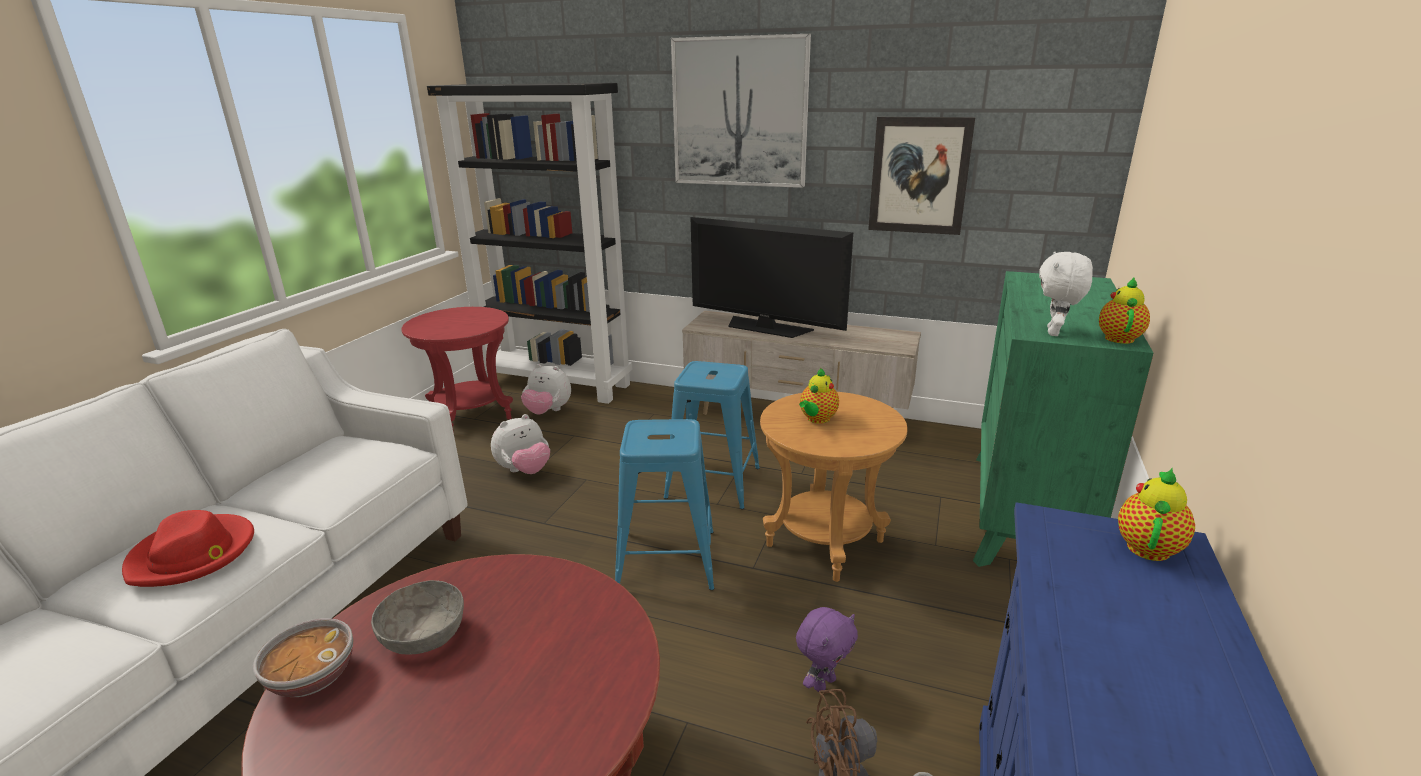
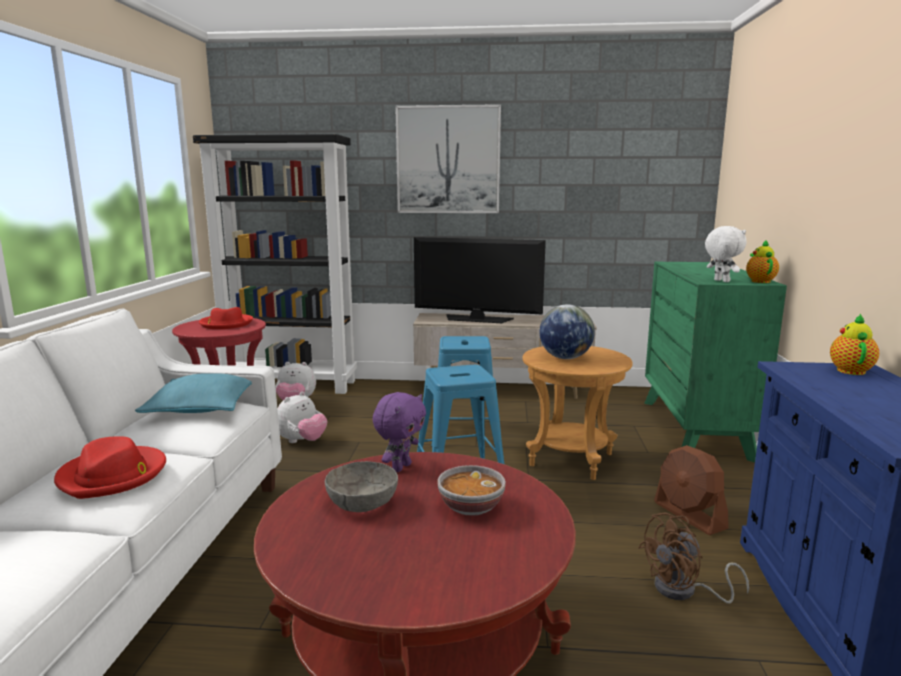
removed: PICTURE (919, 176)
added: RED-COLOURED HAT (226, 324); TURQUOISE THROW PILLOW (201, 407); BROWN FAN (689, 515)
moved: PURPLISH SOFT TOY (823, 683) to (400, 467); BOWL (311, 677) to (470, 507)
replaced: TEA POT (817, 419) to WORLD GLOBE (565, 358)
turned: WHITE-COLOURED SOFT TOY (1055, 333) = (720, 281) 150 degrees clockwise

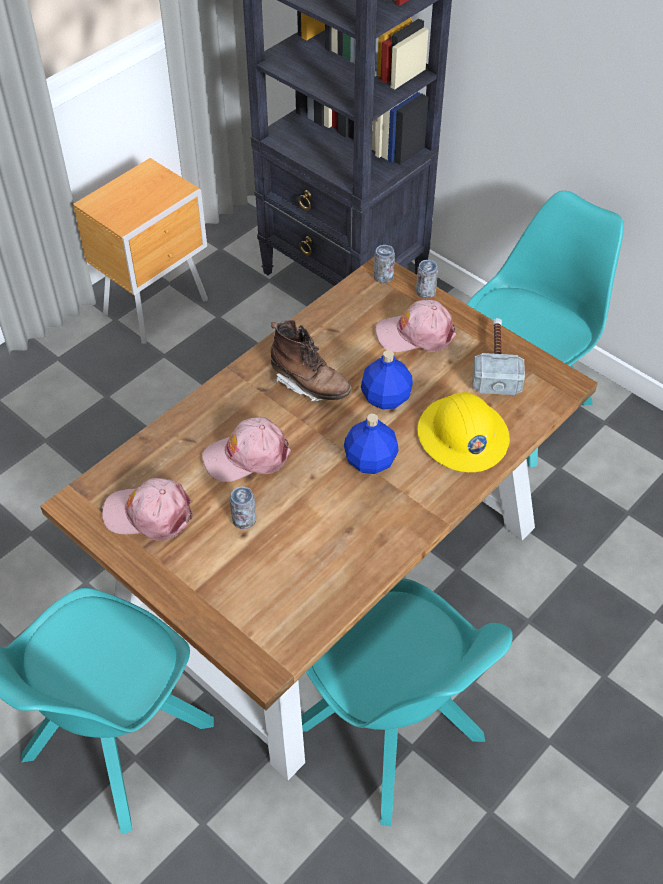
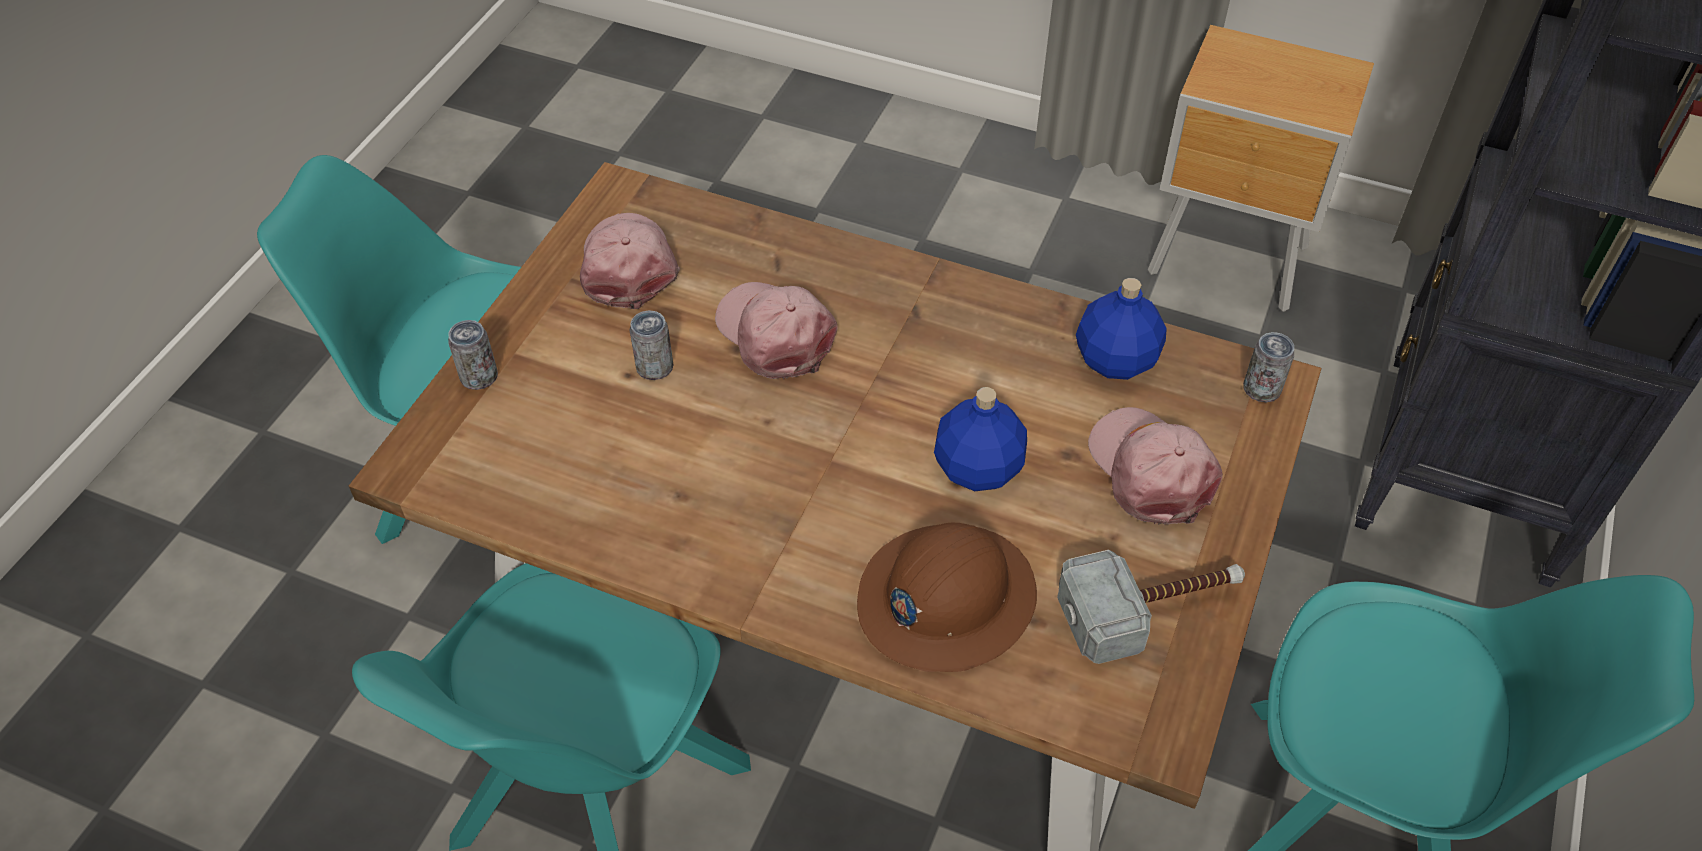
removed: BROWN HIGH-TOP BOOT (310, 385)
moved: METAL CAN (425, 292) to (479, 377); BLUE DRINK BOTTLE (370, 461) to (1114, 361)
recoloured: YELLOW-COLOURED WORK HELMET (462, 436) to BROWN WORK HELMET (945, 599)

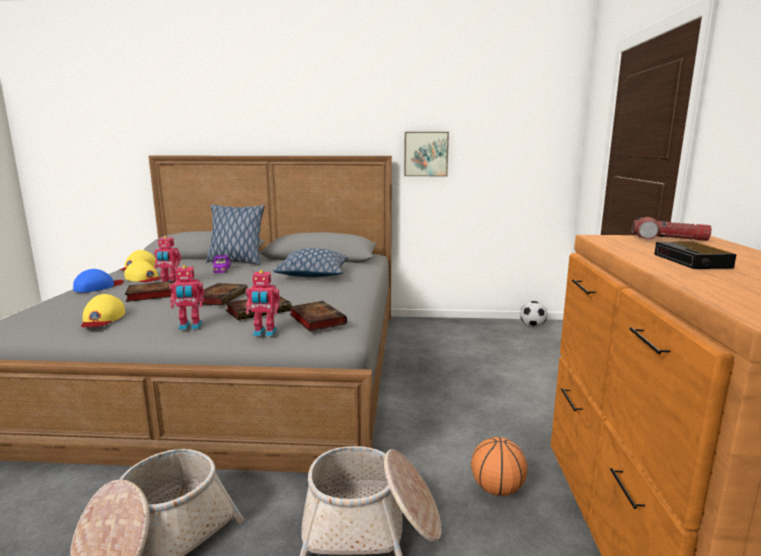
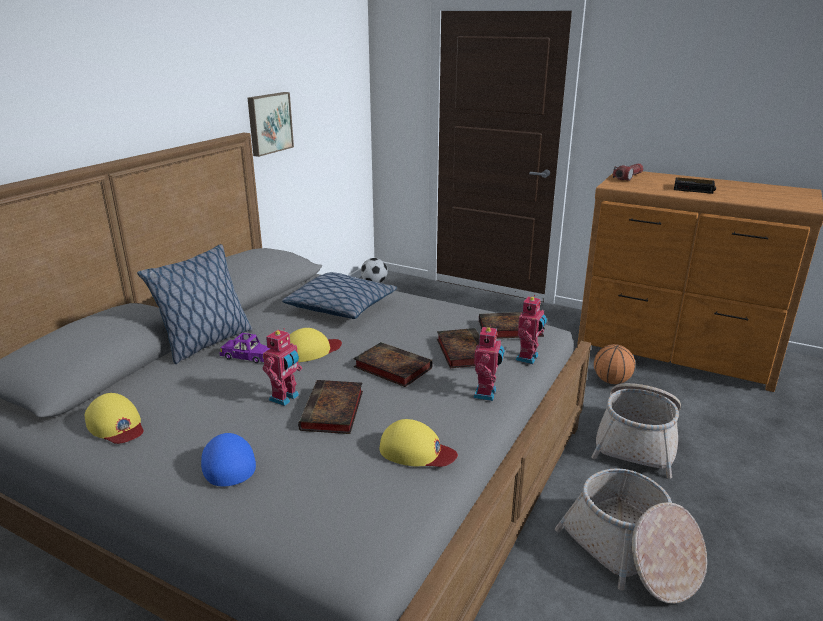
moved: YELLOW-COLOURED CAP (143, 278) to (311, 350)

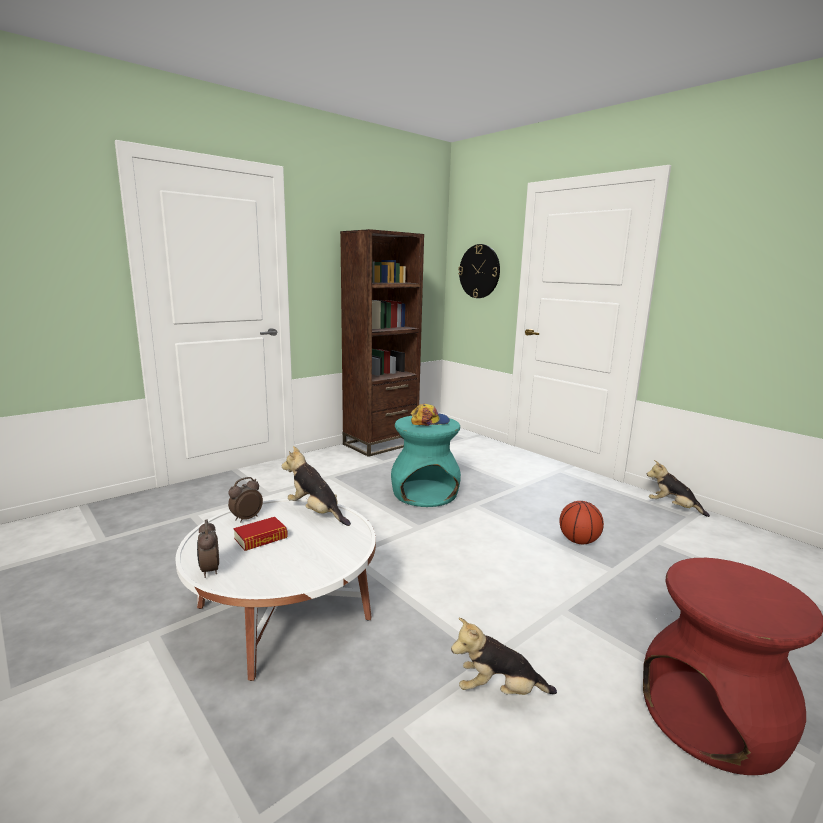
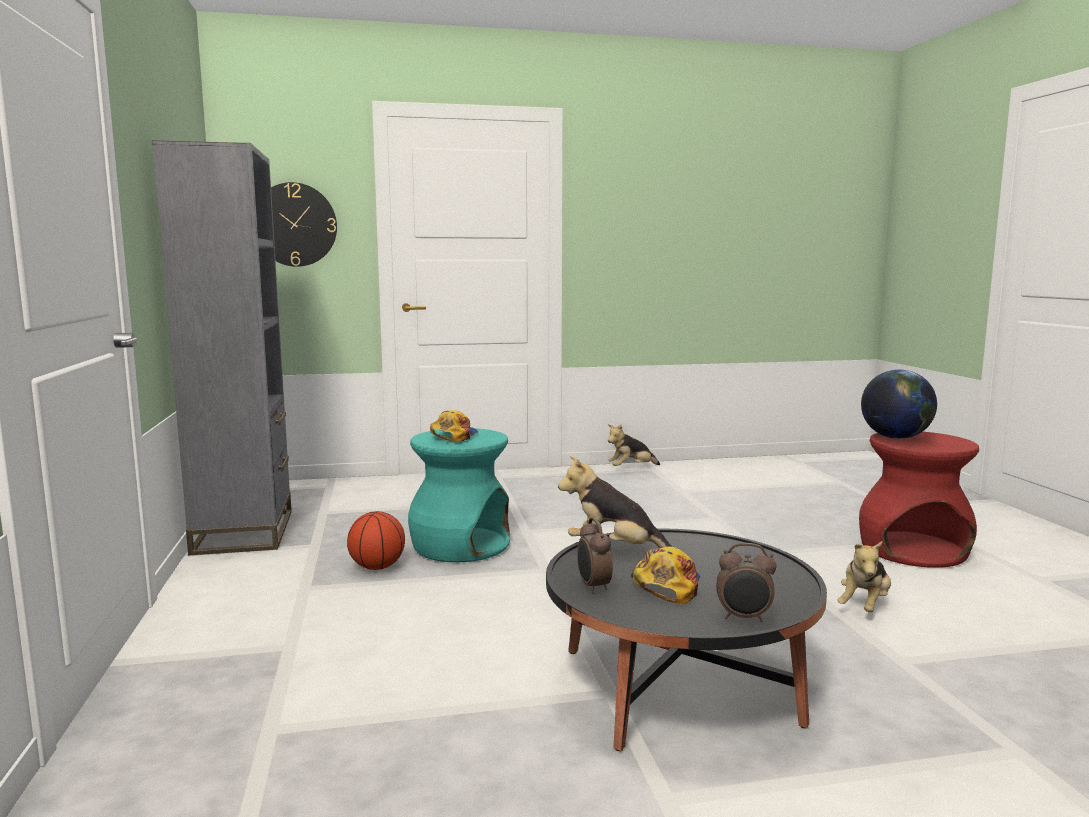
added: WORLD GLOBE (895, 437)
moved: BASKETBALL (579, 541) to (377, 567)
replaced: BOOK (261, 538) to CAP (666, 584)
recoloured: BROWN SHELVING UNIT (381, 444) to GRAY SHELVING UNIT (244, 532); WHITE-COLOURED LOUNGE TABLE (283, 613) to BLACKISH LOUNGE TABLE (678, 686)
turned: SOFT TOY (316, 512) = (615, 549) 45 degrees clockwise

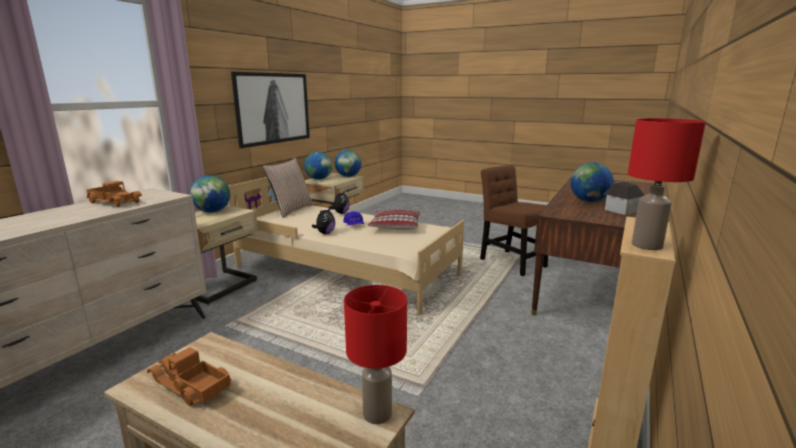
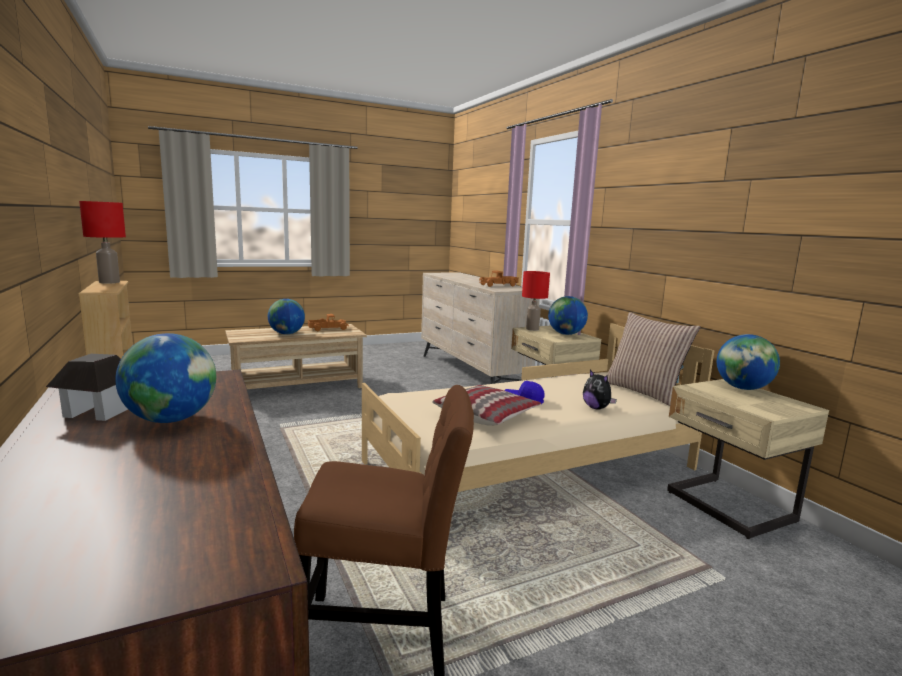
removed: PICTURE (273, 108); SOFT TOY (325, 233)
moved: WORLD GLOBE (348, 176) to (286, 334); RED-COLOURED LAMP FOR A TABLE (377, 413) to (533, 329)

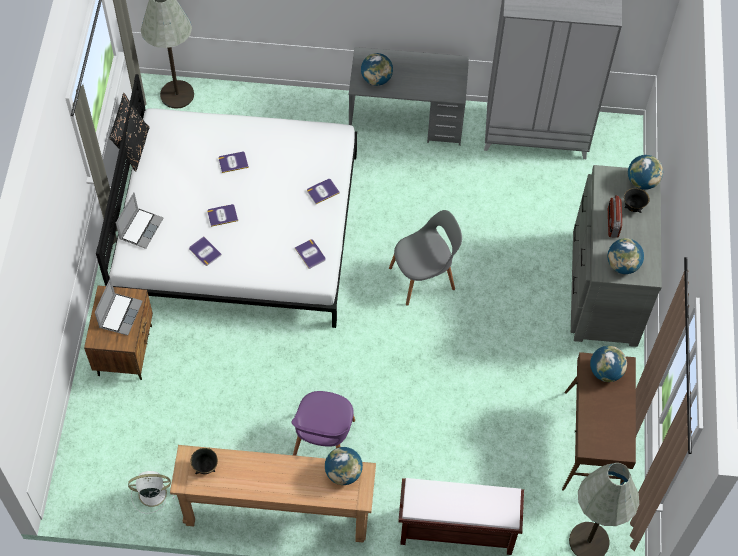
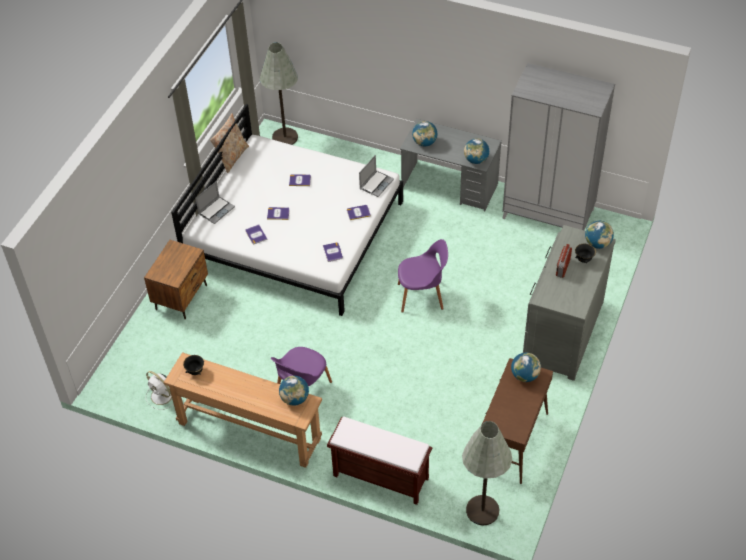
moved: WORLD GLOBE (622, 265) to (476, 160); LAPTOP (120, 314) to (376, 184)
recoloured: BLACKISH THROW PILLOW (133, 147) to SAND-COLOURED THROW PILLOW (232, 157); GRAY CHAIR (424, 277) to PURPLISH CHAIR (422, 296)
turned: WHITE-COLOURED FAN (151, 493) = (162, 396) 150 degrees counterclockwise

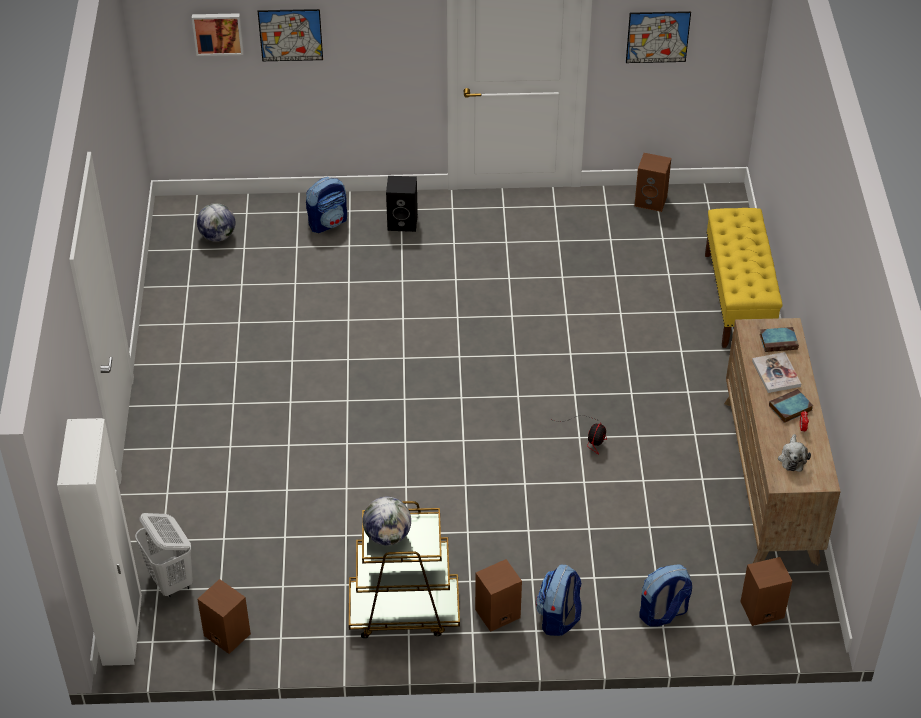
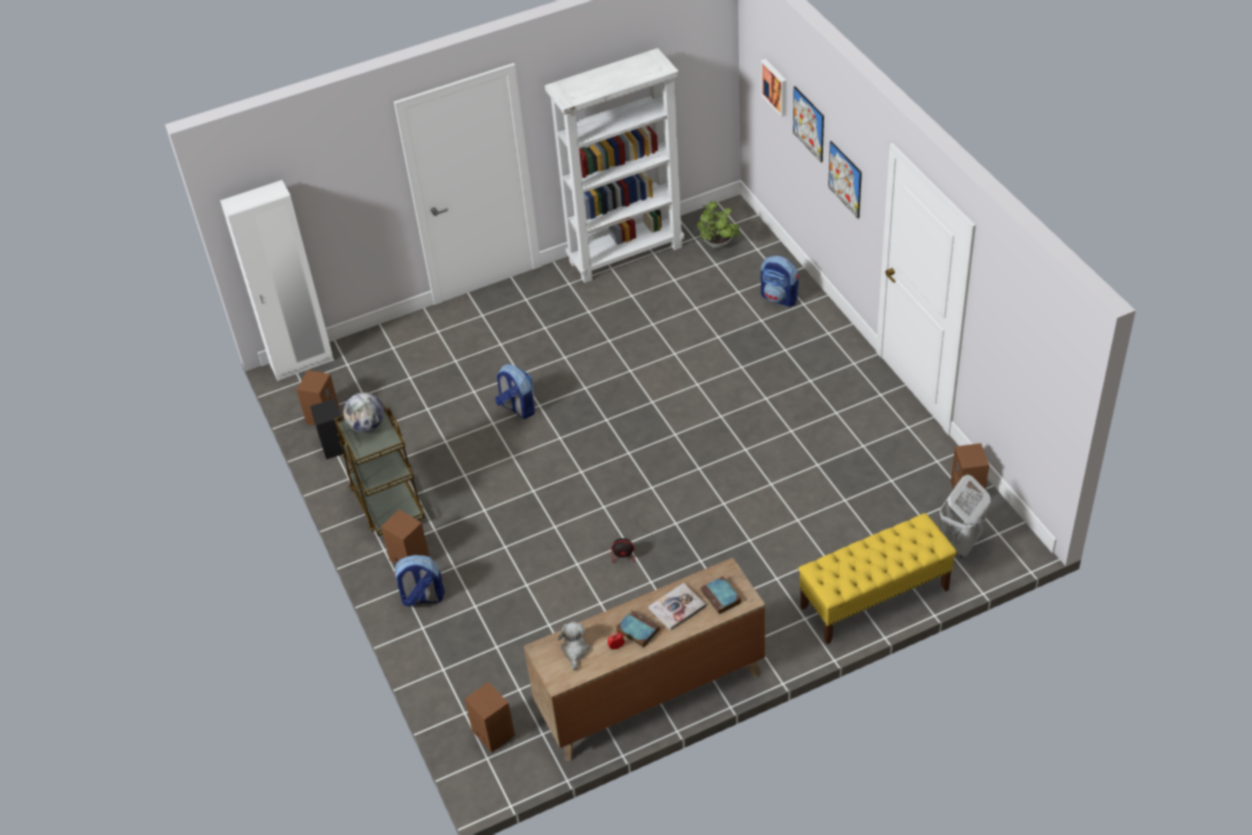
added: WHITE-COLOURED SHELVING UNIT (626, 254)
moved: PICTURE (657, 37) to (845, 179); BLACKISH SPEAKER (403, 222) to (336, 446); WHITE-COLOURED LAUNDRY BASKET (171, 581) to (960, 544); BACKPACK (663, 613) to (517, 408)
replaced: WORLD GLOBE (217, 236) to PLANT IN A POT (719, 245)
turned: SOFT TOY (792, 458) = (574, 650) 105 degrees clockwise

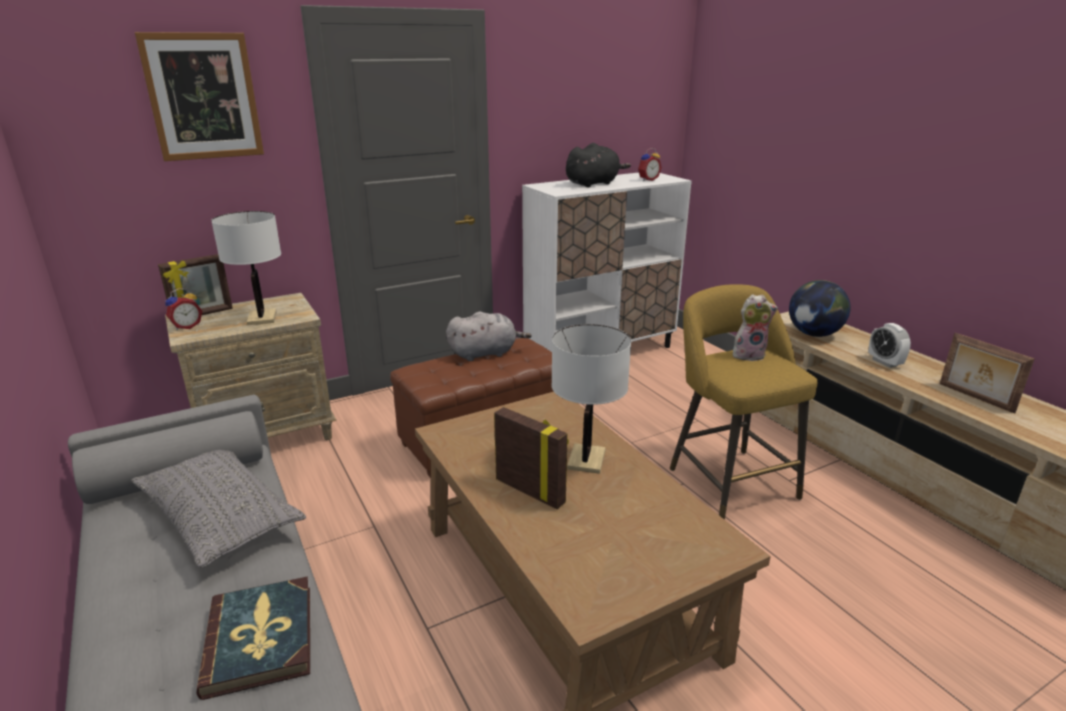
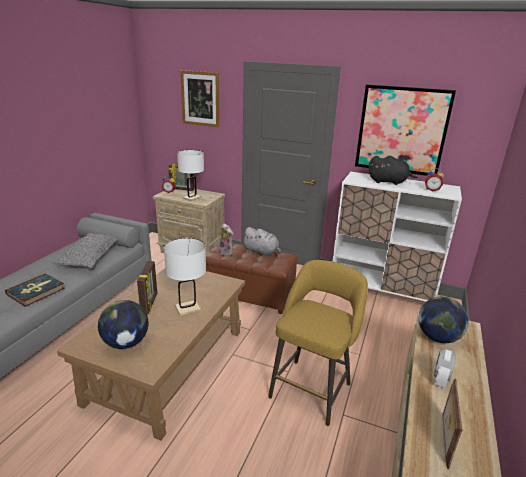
added: PICTURE (401, 130); WORLD GLOBE (126, 343)
moved: SOFT TOY (749, 355) to (227, 252)

